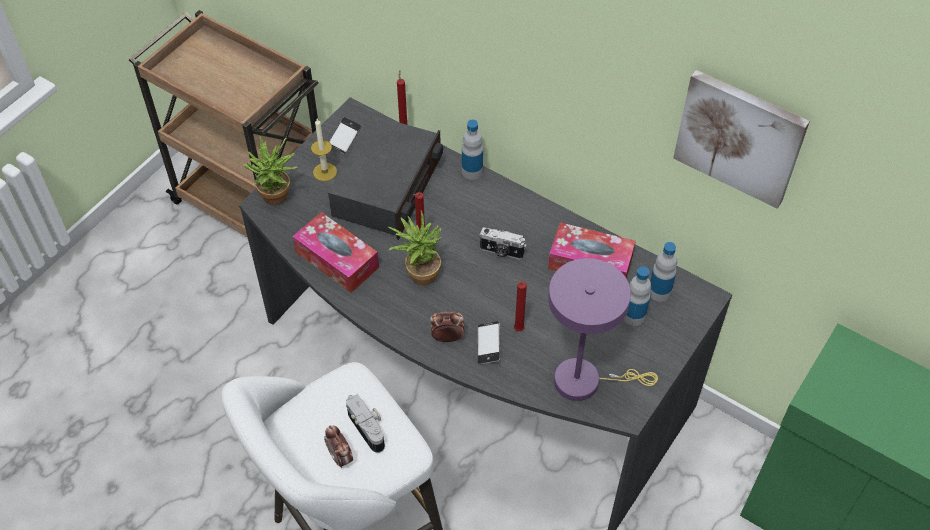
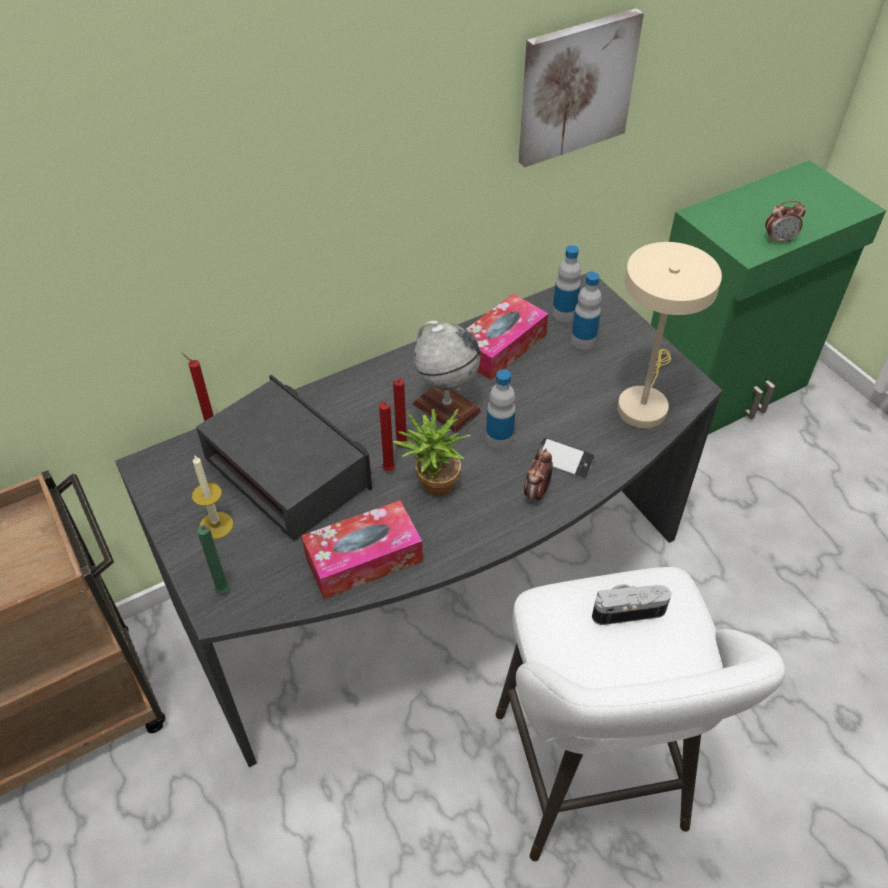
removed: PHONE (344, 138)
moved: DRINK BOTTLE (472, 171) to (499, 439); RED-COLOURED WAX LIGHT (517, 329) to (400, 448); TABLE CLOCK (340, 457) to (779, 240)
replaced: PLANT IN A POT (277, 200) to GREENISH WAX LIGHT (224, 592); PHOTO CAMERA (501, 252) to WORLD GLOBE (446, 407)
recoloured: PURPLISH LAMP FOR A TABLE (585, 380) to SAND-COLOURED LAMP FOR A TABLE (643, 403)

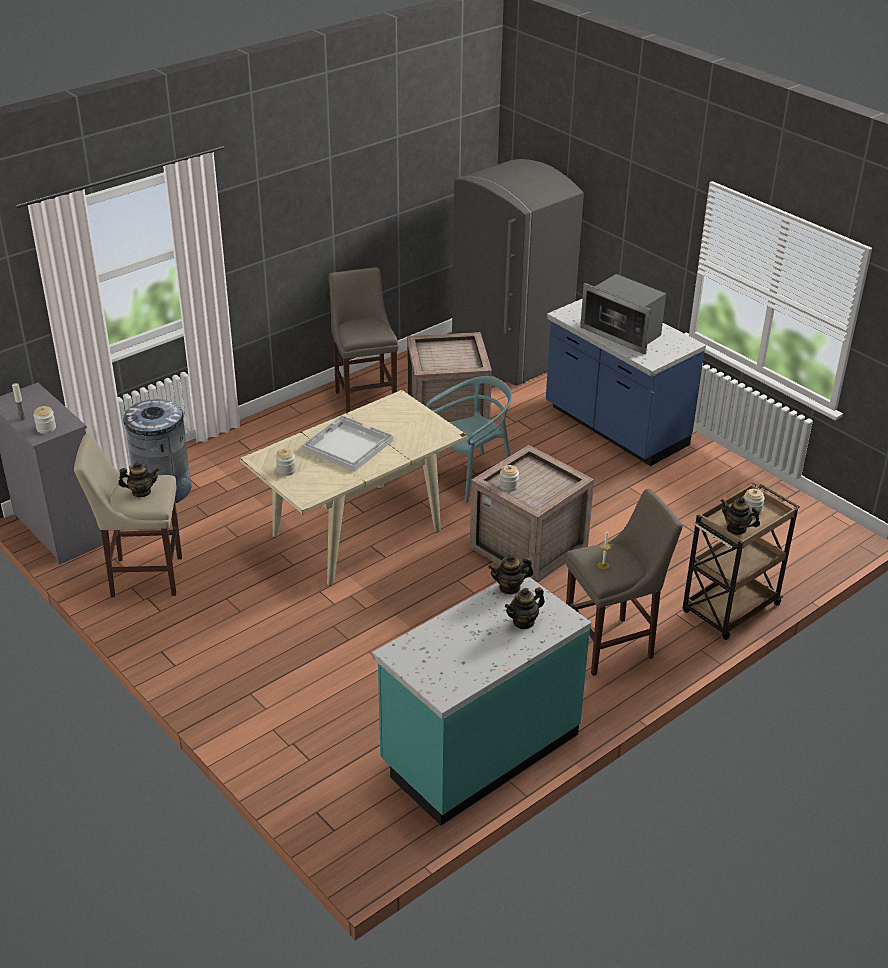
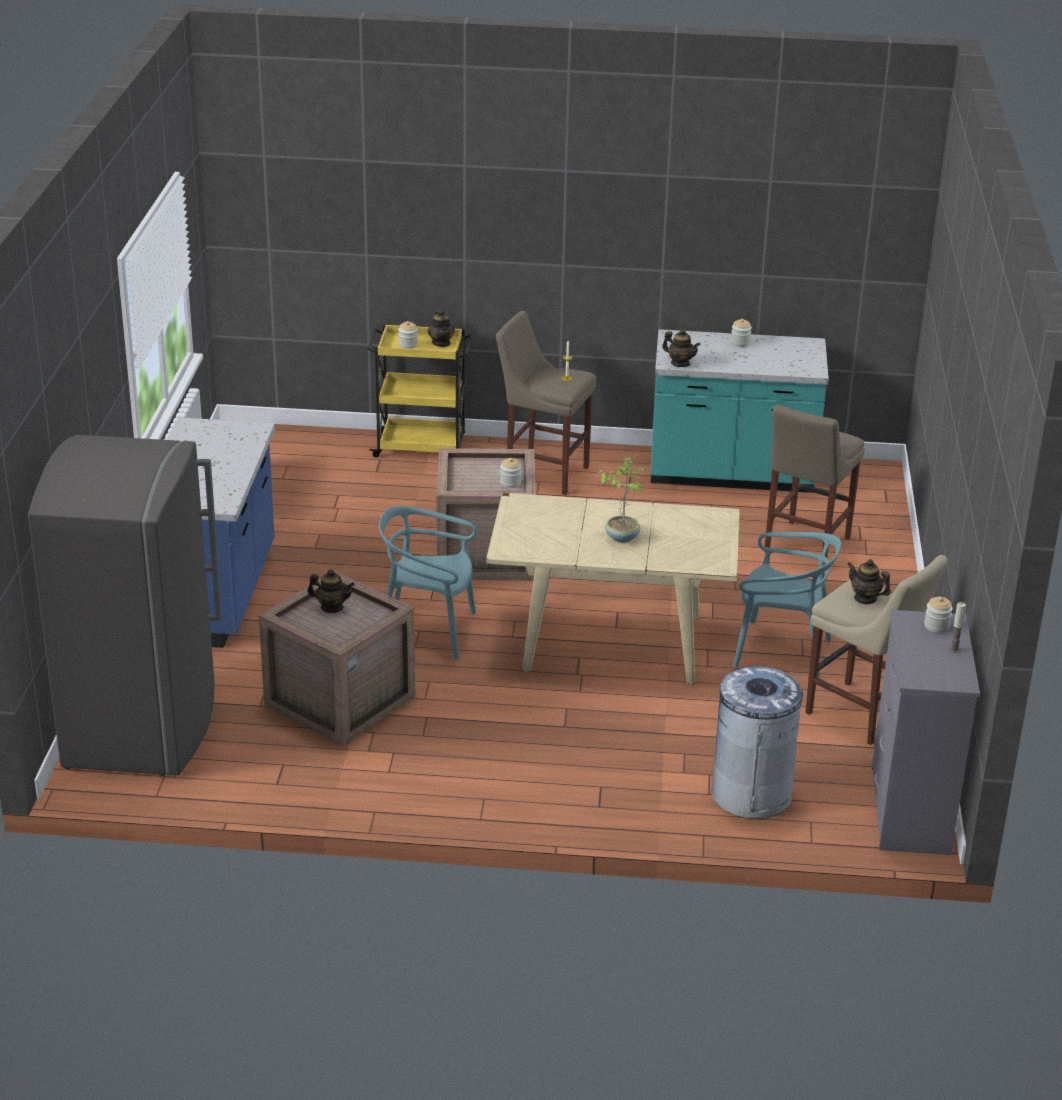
removed: MICROWAVE OVEN (624, 333)
added: TURQUOISE CHAIR (781, 651)
moved: SAND-COLOURED STOOL SEAT (365, 400) to (804, 546); STORAGE JAR (286, 470) to (740, 343); TEA POT (523, 621) to (332, 607)
replaced: WHITE-COLOURED TRAY (347, 445) to PLANT IN A POT (622, 537)
recoloured: BROWN TROLLEY (729, 609) to YELLOW-COLOURED TROLLEY (421, 447)

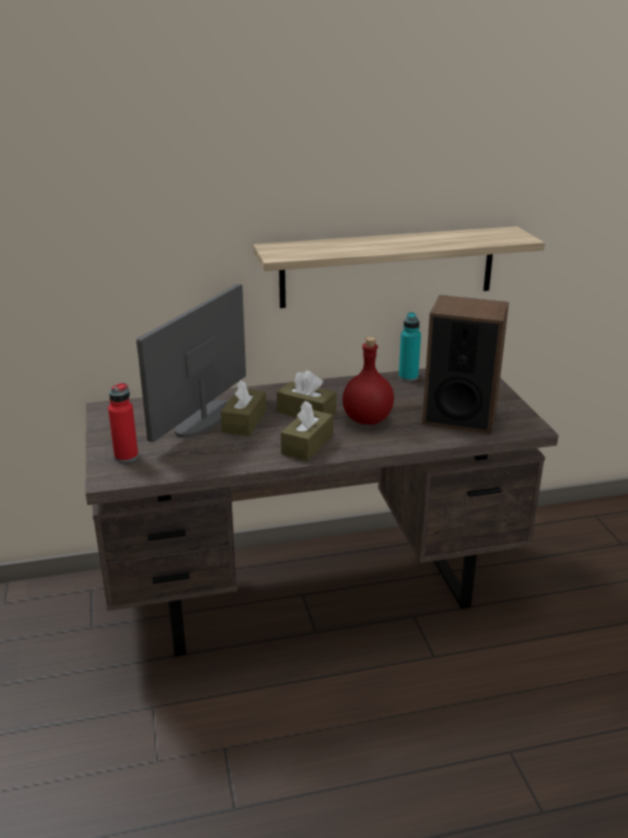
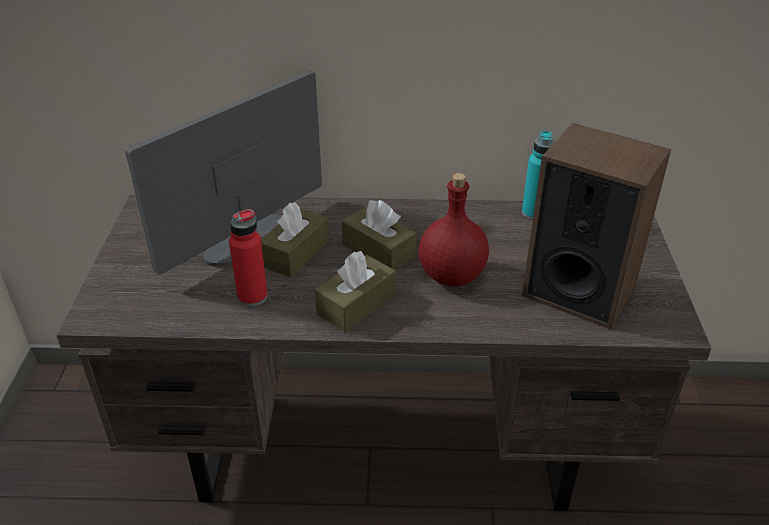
removed: SHELF (388, 267)
moved: RED-COLOURED DRINK BOTTLE (126, 456) to (252, 297)

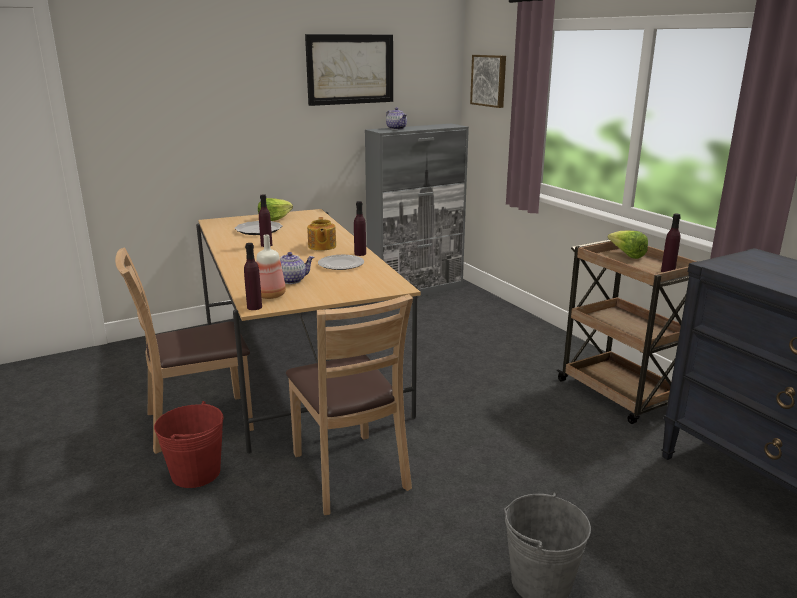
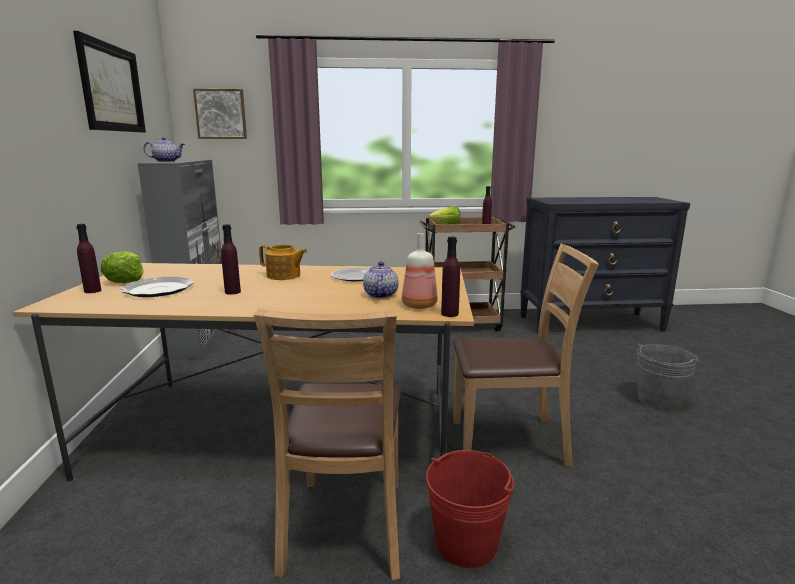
moved: PURPLISH DRINK BOTTLE (360, 254) to (92, 291)

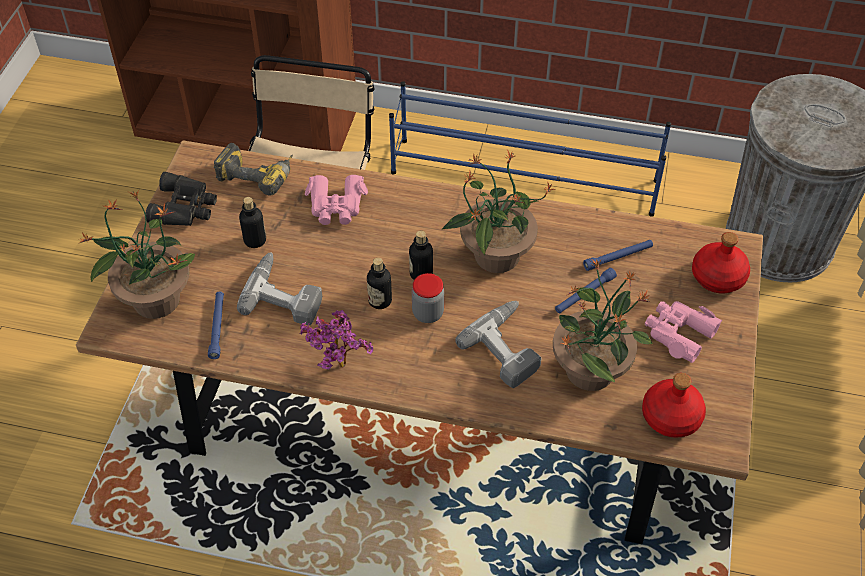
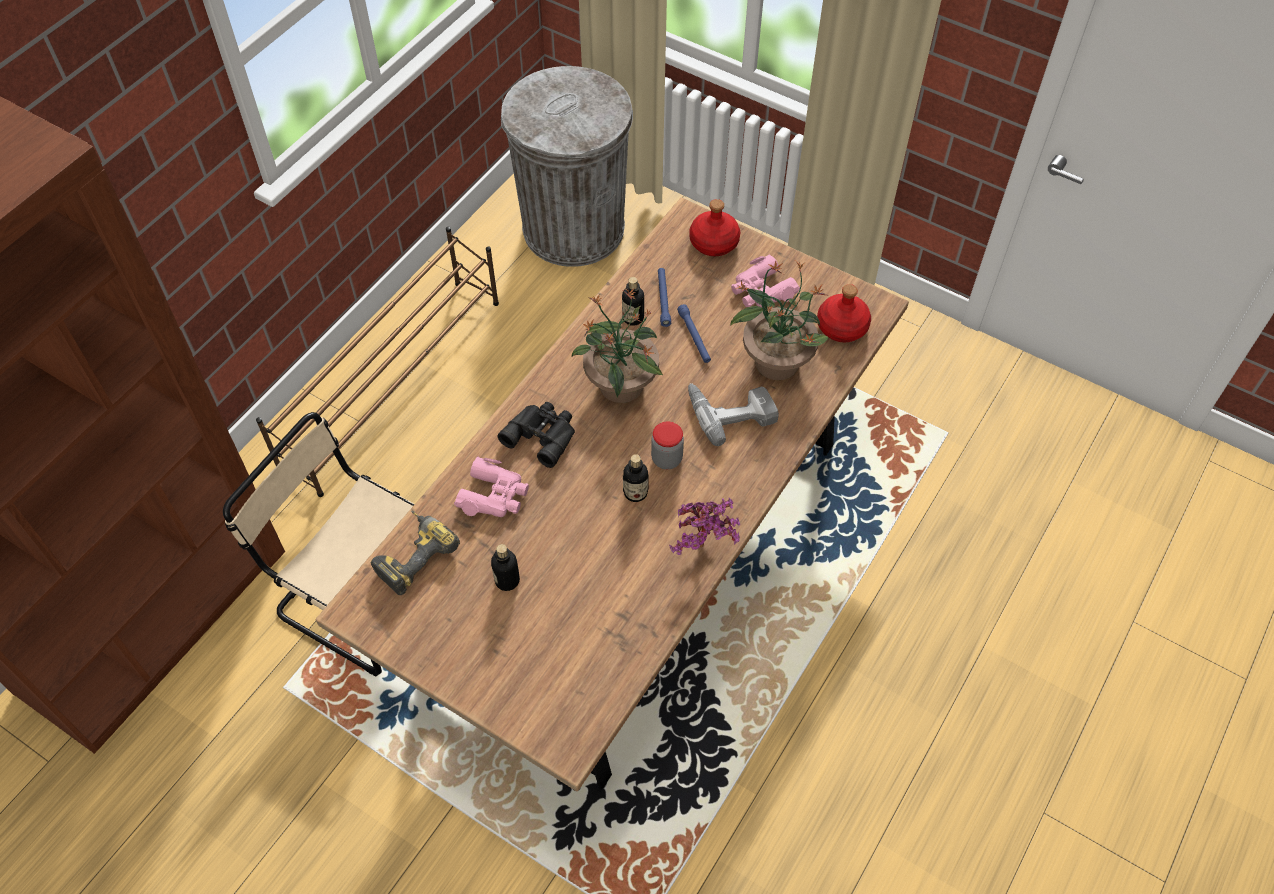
removed: PLANT IN A POT (155, 299); ELECTRIC DRILL (285, 294); BLUE FLASHLIGHT (217, 327)
moved: BLACKISH FIELD GLASSES (185, 207) to (542, 434); DRINK BOTTLE (421, 274) to (633, 318)
recoloured: BLUE SHOE STAND (525, 177) to BROWN SHOE STAND (394, 382)

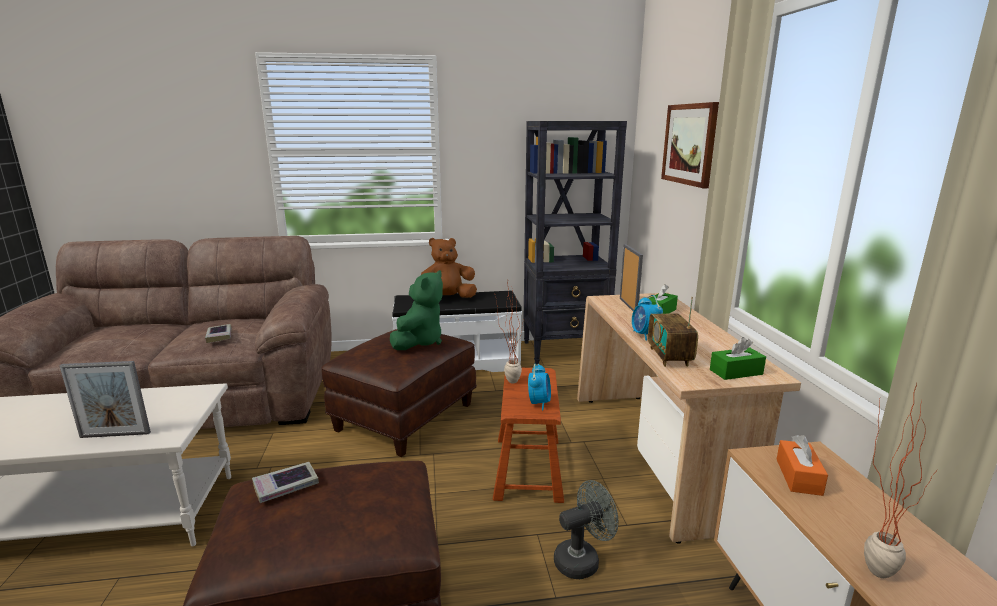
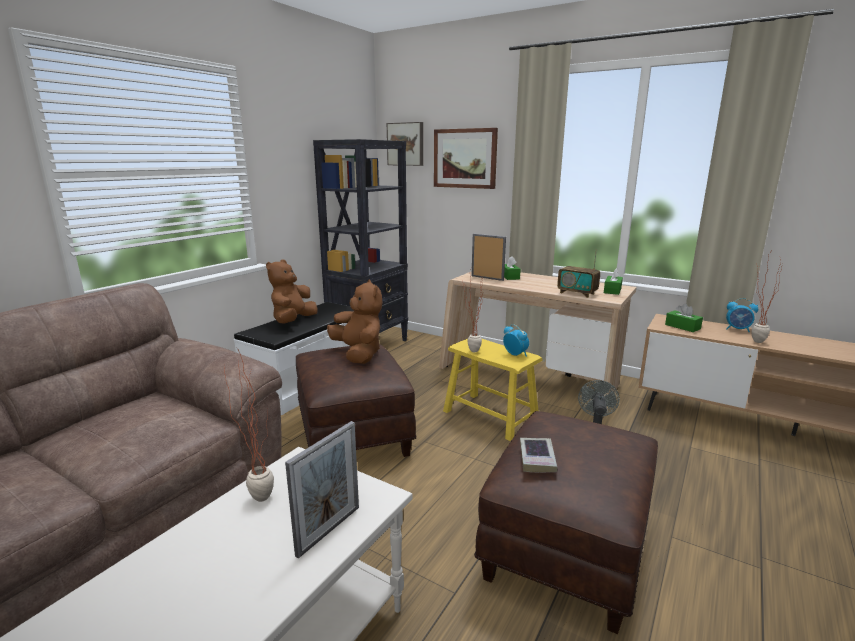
removed: BOOK (219, 336)
added: PICTURE (406, 144); PLANT IN A POT (259, 494)
moved: TABLE CLOCK (645, 335) to (738, 329)
recoloured: GREENISH SOFT TOY (419, 341) to BROWN SOFT TOY (358, 354); BROWN STOOL SEAT (528, 468) to YELLOW-COLOURED STOOL SEAT (490, 416); ORANGE TISSUE BOX (798, 476) to GREENISH TISSUE BOX (682, 327)

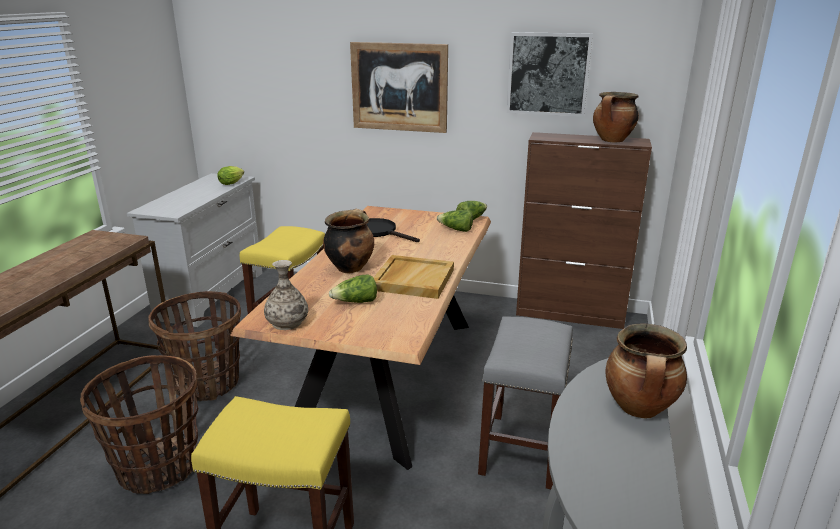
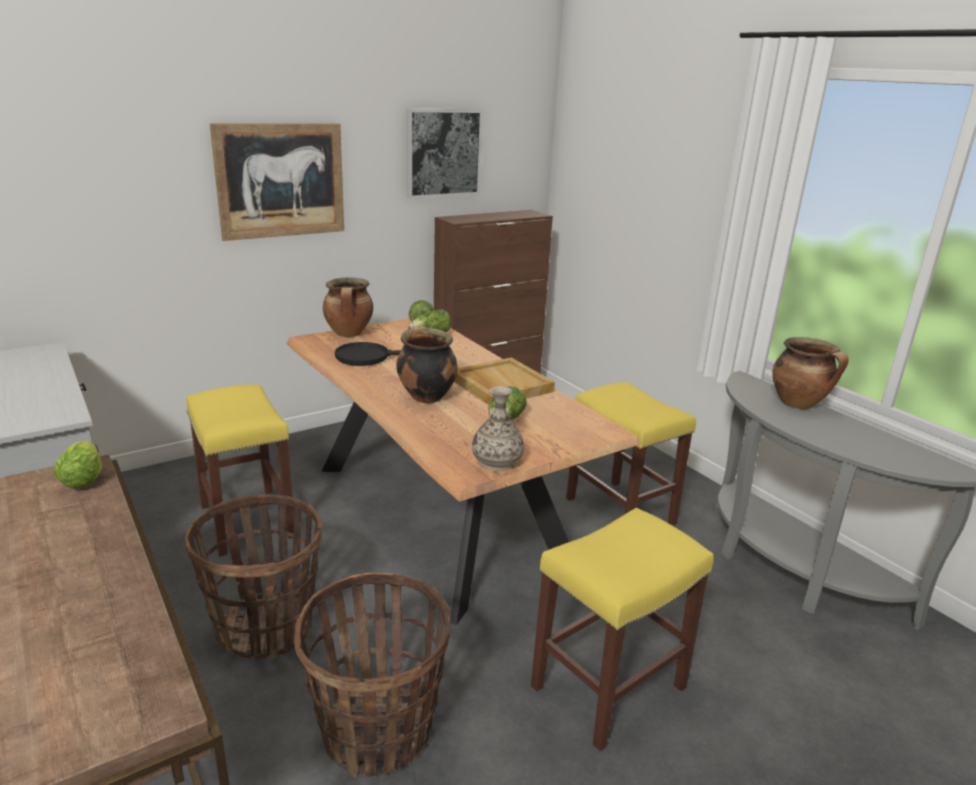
moved: SAUCEPOT (612, 141) to (349, 334); LETTUCE (232, 183) to (84, 478)
recoloured: GRAY STOOL SEAT (522, 451) to YELLOW-COLOURED STOOL SEAT (621, 511)

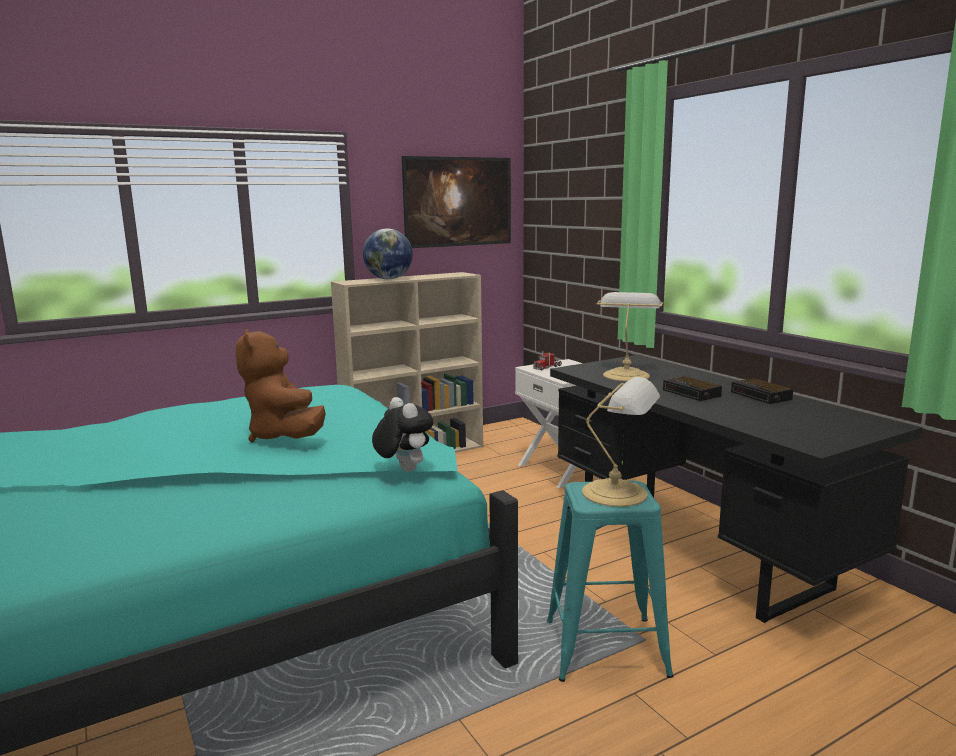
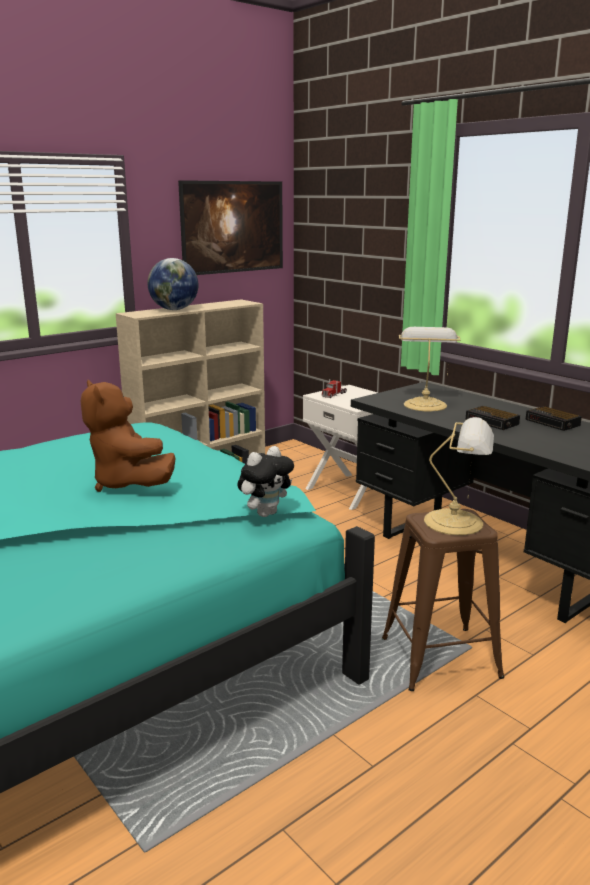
recoloured: TURQUOISE STOOL SEAT (606, 648) to BROWN STOOL SEAT (440, 658)
turned: SOFT TOY (403, 470) = (266, 513) 90 degrees clockwise

